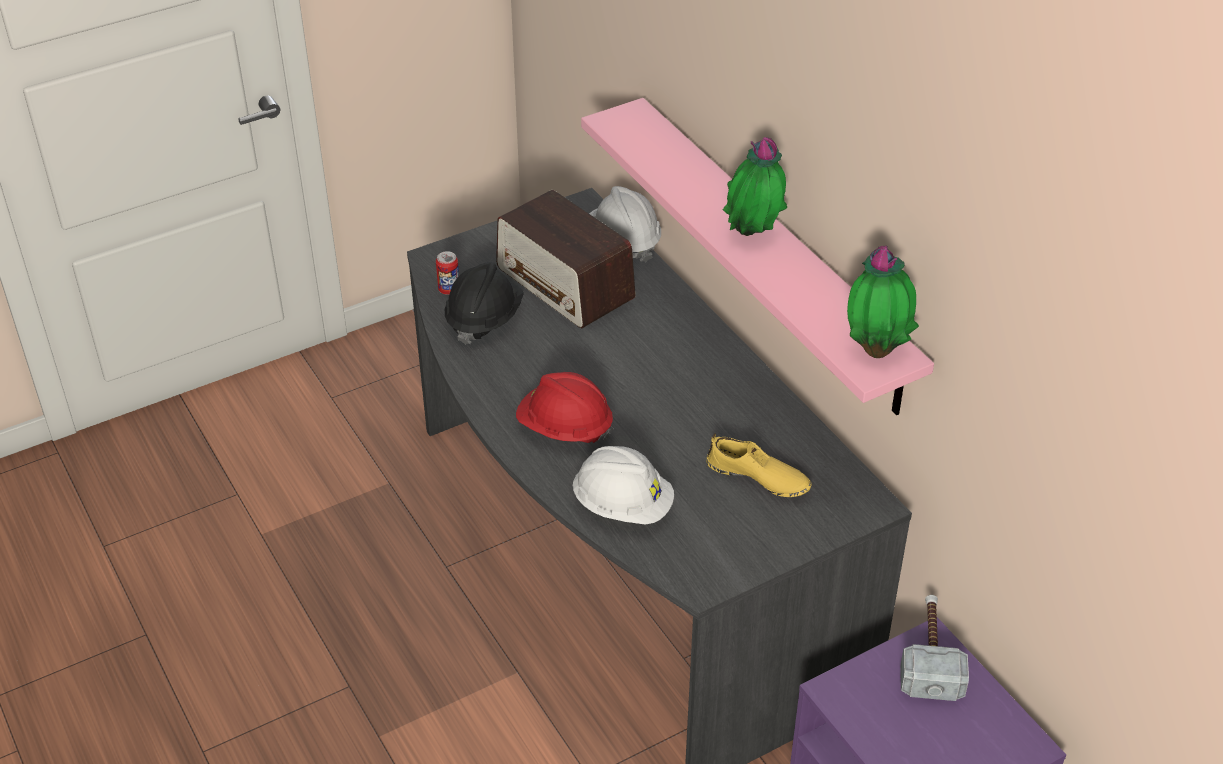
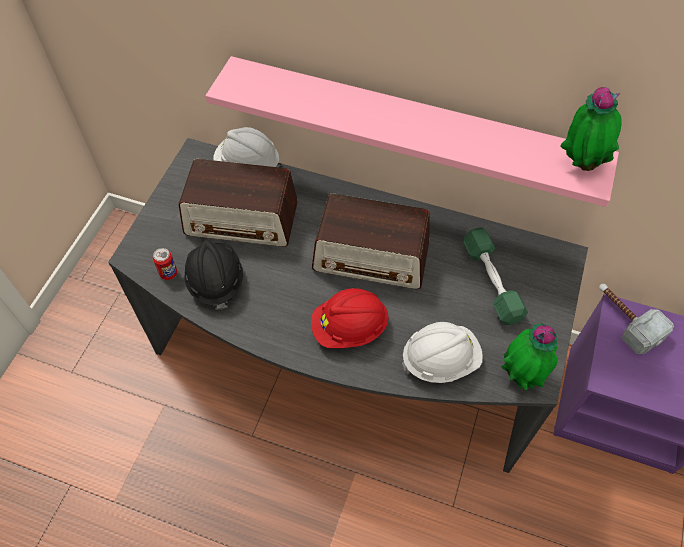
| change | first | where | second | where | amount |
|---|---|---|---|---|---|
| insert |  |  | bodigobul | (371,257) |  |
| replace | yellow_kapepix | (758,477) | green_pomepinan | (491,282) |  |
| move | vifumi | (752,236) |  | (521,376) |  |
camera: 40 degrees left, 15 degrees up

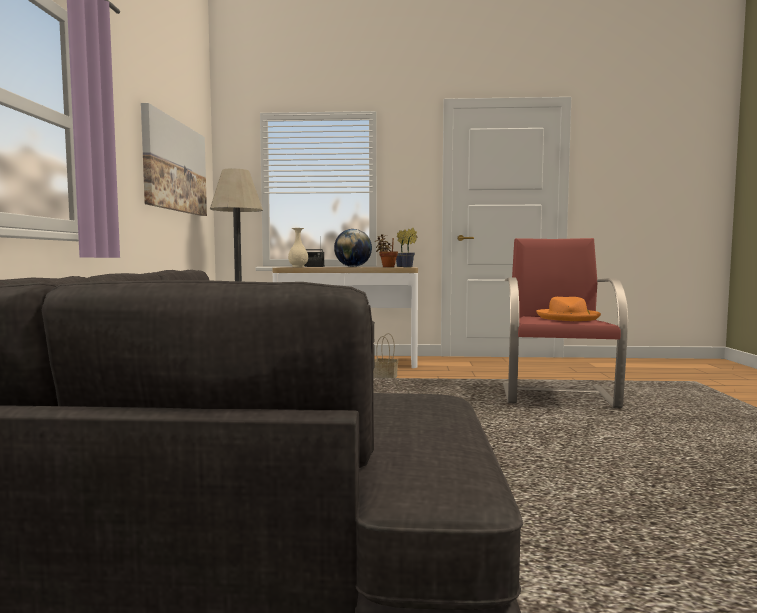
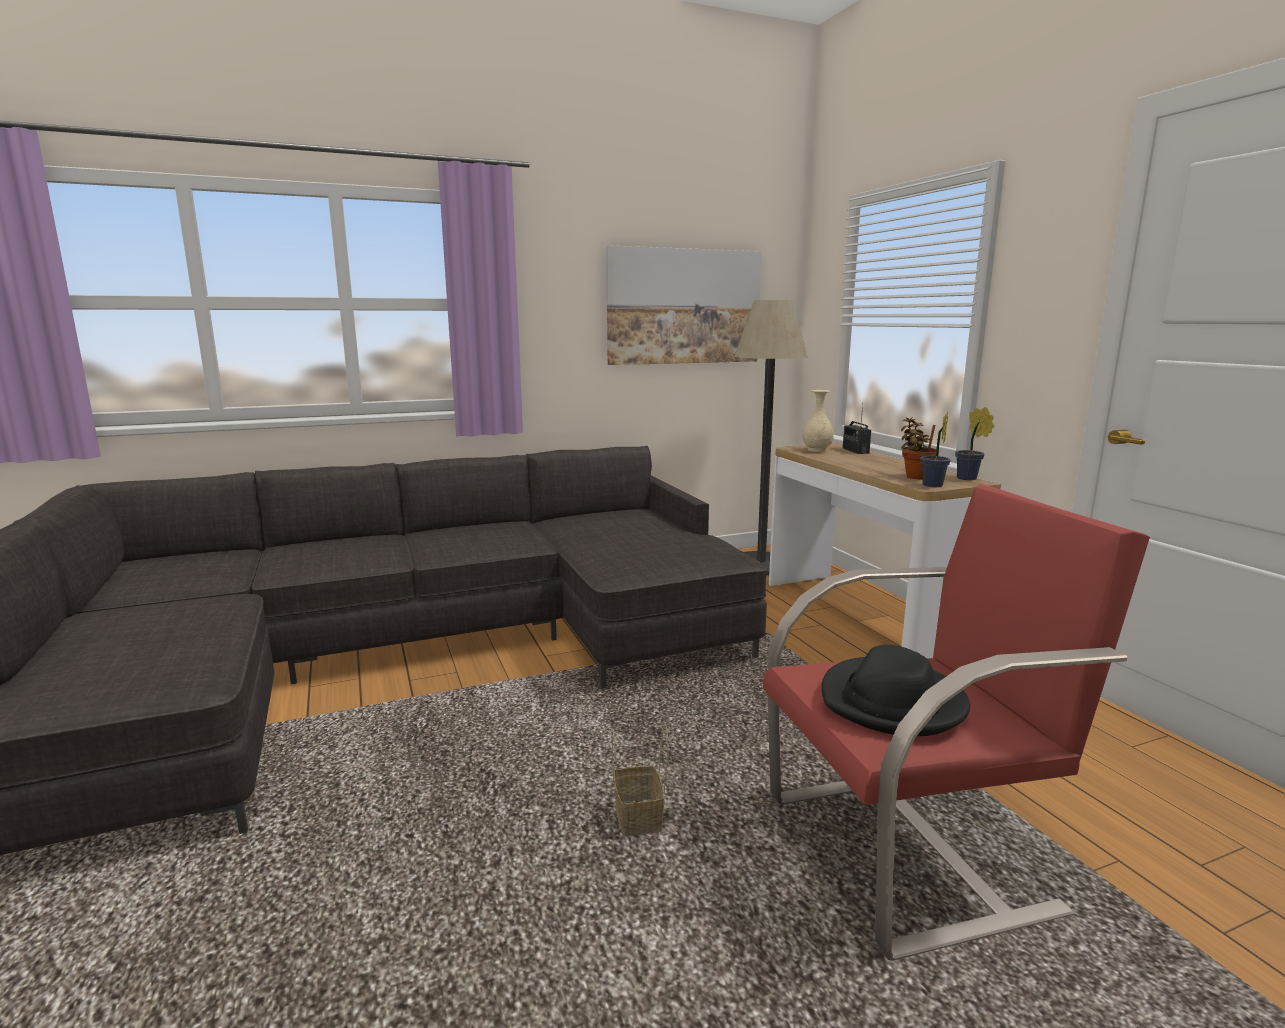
| change | first | where | second | where | amount |
|---|---|---|---|---|---|
| move | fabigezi | (386,376) |  | (640,820) |  |
| recolor | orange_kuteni | (568,318) | black_kuteni | (892,702) |  |
| delete | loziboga | (353,266) |  |  |  |
camera: 65 degrees right, 10 degrees up

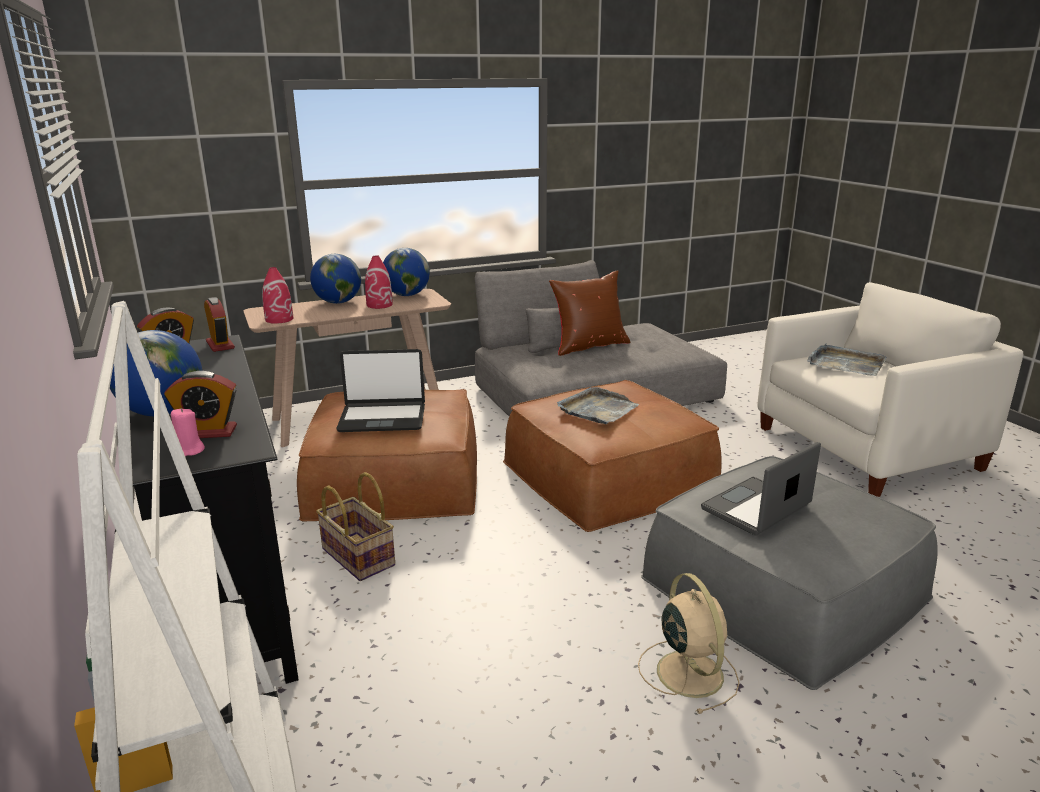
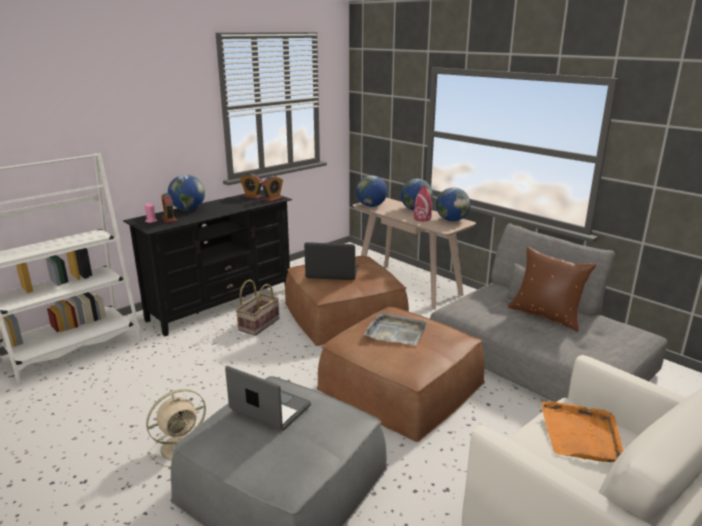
| change | first | where | second | where | amount |
|---|---|---|---|---|---|
| rotate | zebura | (382,418) |  | (332,273) | 120 degrees clockwise |
| replace | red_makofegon | (279,319) | loziboga | (371,206) |  |
| recolor | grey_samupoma | (845,364) | orange_samupoma | (581,434) |  |
camera: 70 degrees right, 0 degrees up

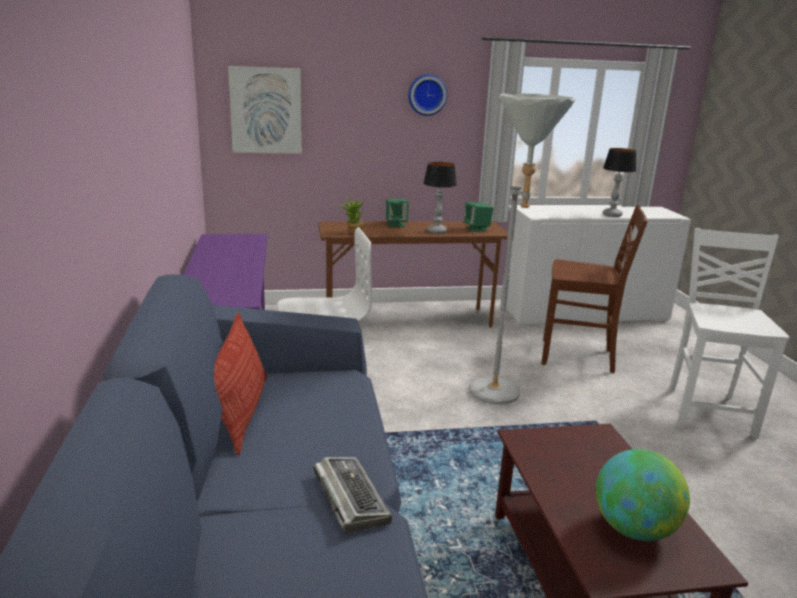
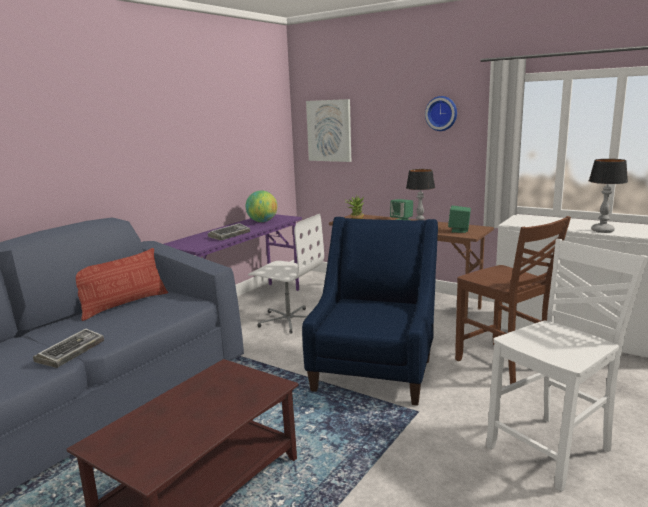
| change | first | where | second | where | amount |
|---|---|---|---|---|---|
| insert |  |  | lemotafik | (230,235) |  |
| move | loziboga | (634,529) |  | (262,221) |  |
| replace | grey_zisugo | (501,397) | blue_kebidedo | (375,370) |  |
camera: 45 degrees right, 5 degrees down

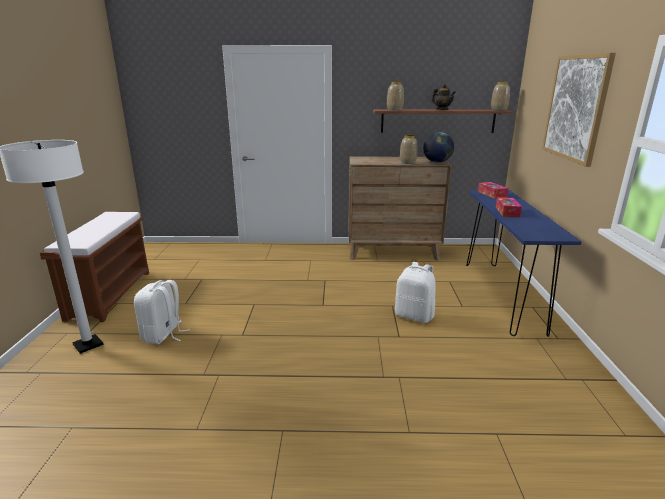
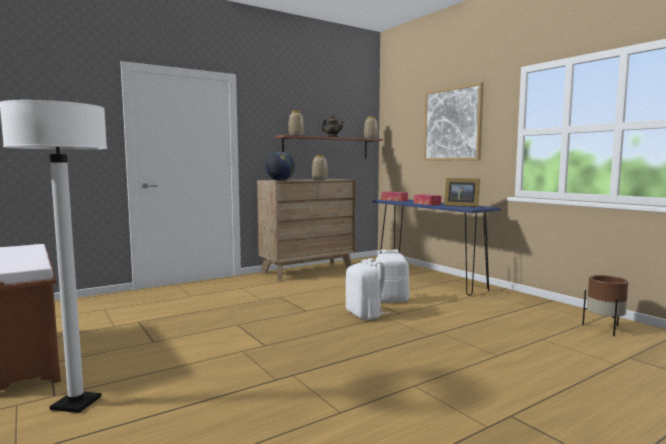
| change | first | where | second | where | amount |
|---|---|---|---|---|---|
| move | loziboga | (437,162) |  | (280,180) |  |
| move | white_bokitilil | (163,335) |  | (365,315) |  |
| insert |  |  | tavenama | (460,205) |  |
| insert |  |  | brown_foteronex | (605,328) |  |
camera: 35 degrees left, 15 degrees down

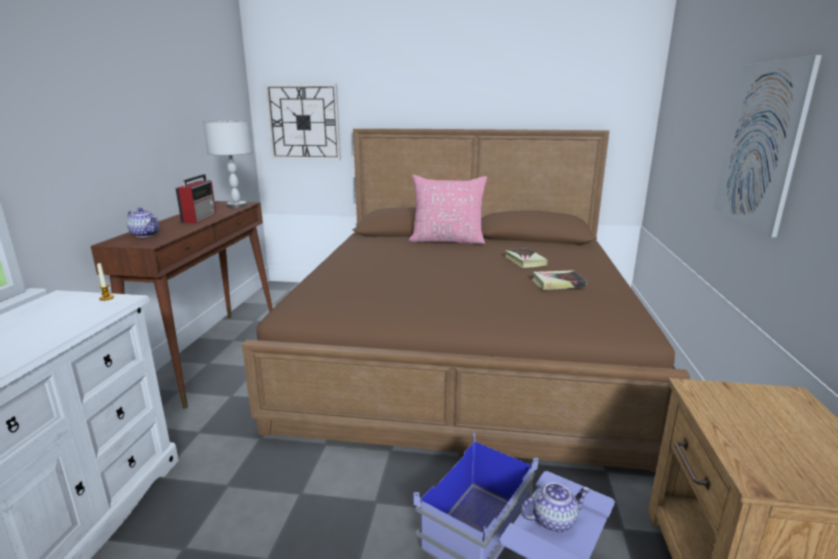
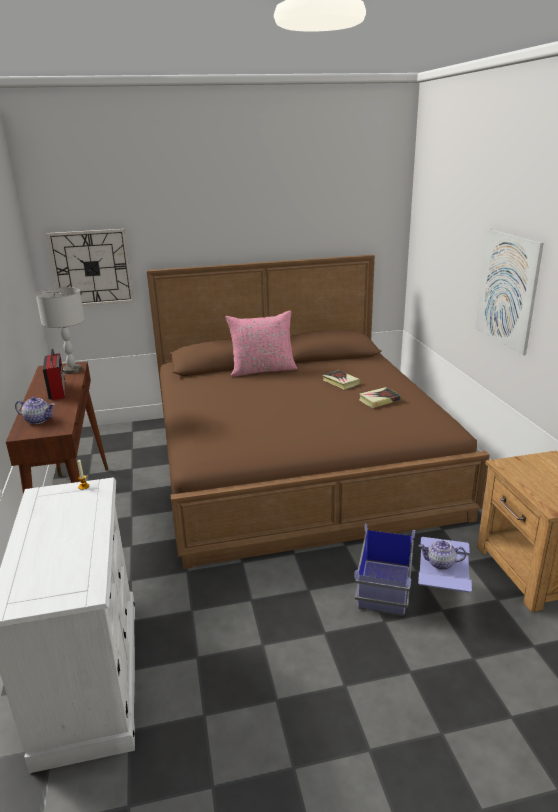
| change | first | where | second | where | amount |
|---|---|---|---|---|---|
| rotate | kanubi | (553,520) |  | (440,564) | 135 degrees counterclockwise |
camera: 20 degrees left, 5 degrees up

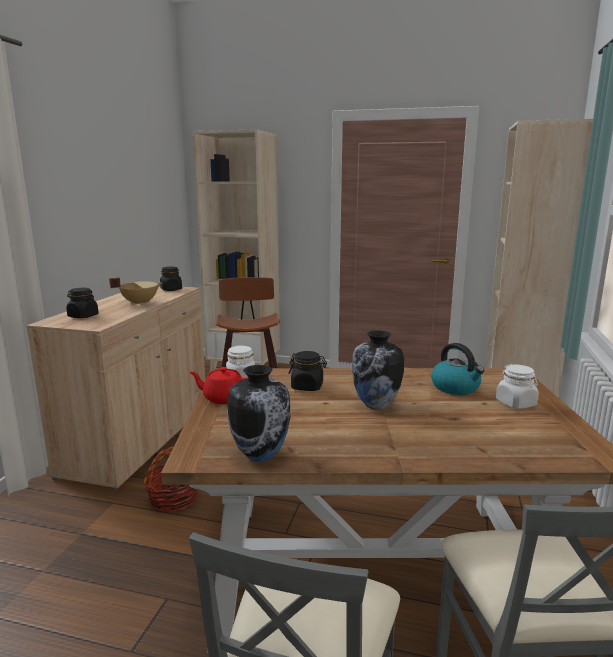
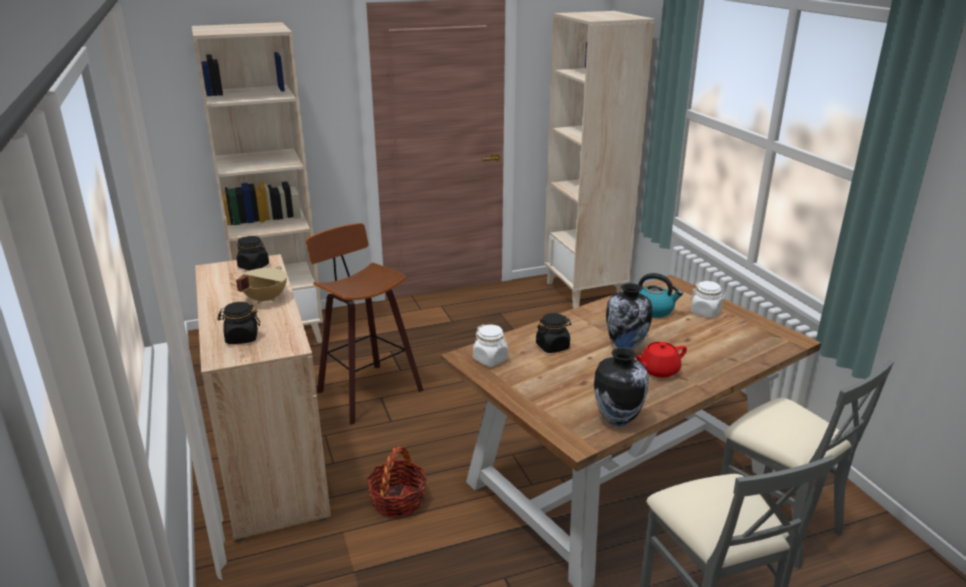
| change | first | where | second | where | amount |
|---|---|---|---|---|---|
| move | red_kanubi | (223,398) |  | (658,370) |  |
camera: 35 degrees left, 10 degrees up

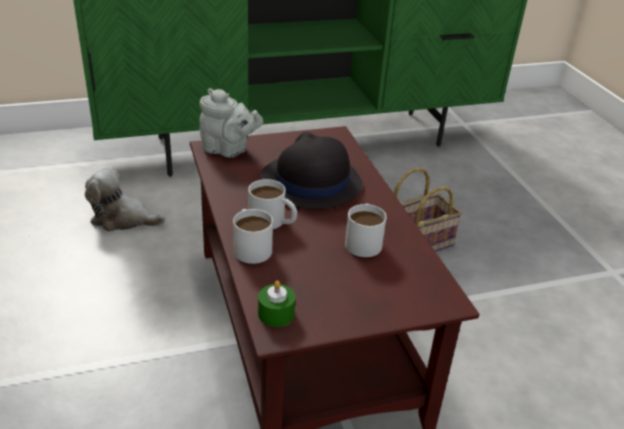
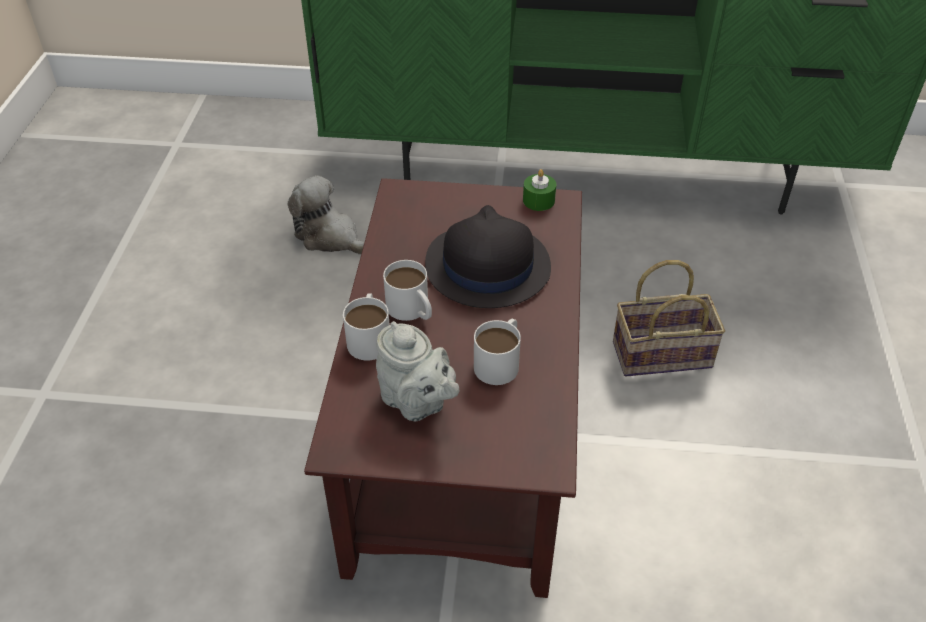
| change | first | where | second | where | amount |
|---|---|---|---|---|---|
| move | grey_kanubi | (228,150) |  | (416,403) |  |
| move | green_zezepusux | (276,314) |  | (538,200) |  |
camera: 25 degrees right, 10 degrees up

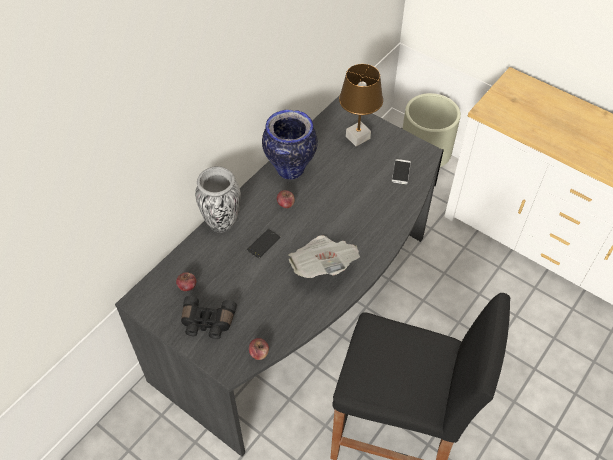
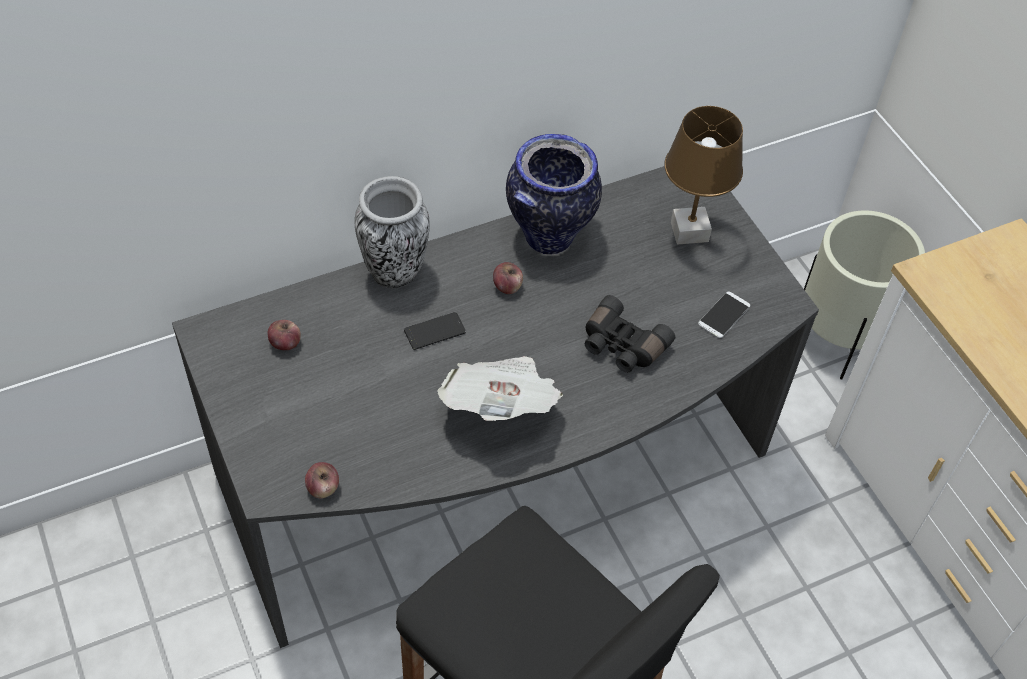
| change | first | where | second | where | amount |
|---|---|---|---|---|---|
| move | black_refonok | (207,323) |  | (621,346) |  |
camera: 25 degrees right, 0 degrees up

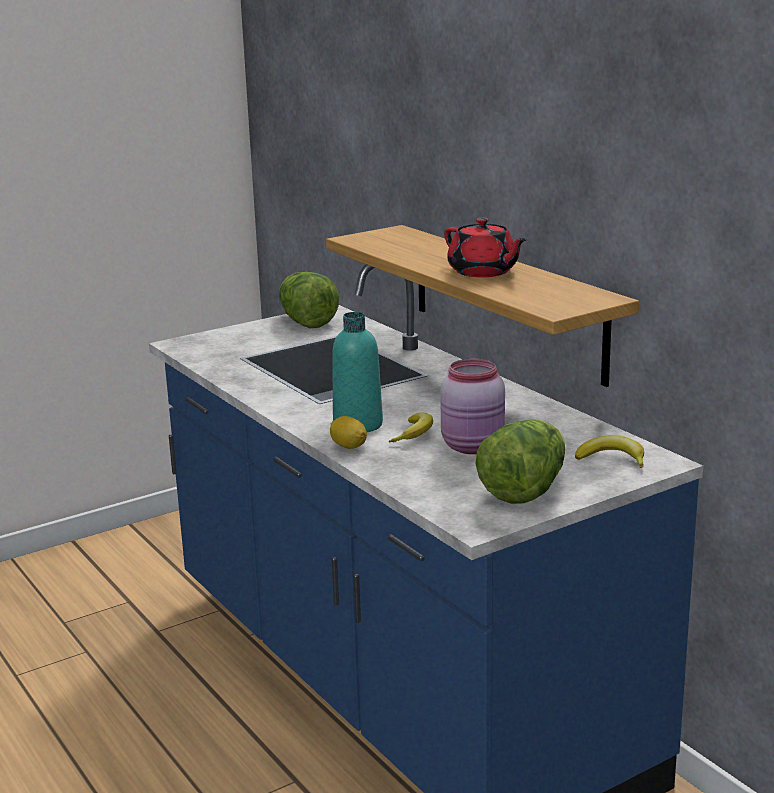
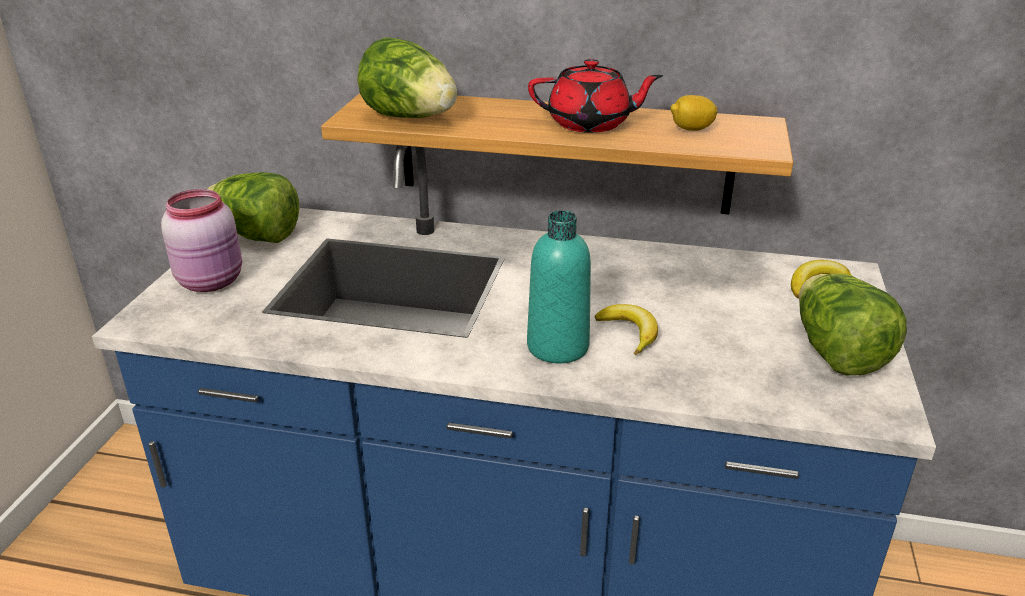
| change | first | where | second | where | amount |
|---|---|---|---|---|---|
| move | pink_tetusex | (474,446) |  | (212,281) |  |
| insert |  |  | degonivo | (411,118) |  |
| move | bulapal | (348,446) |  | (691,129) |  |
camera: 45 degrees left, 10 degrees up

